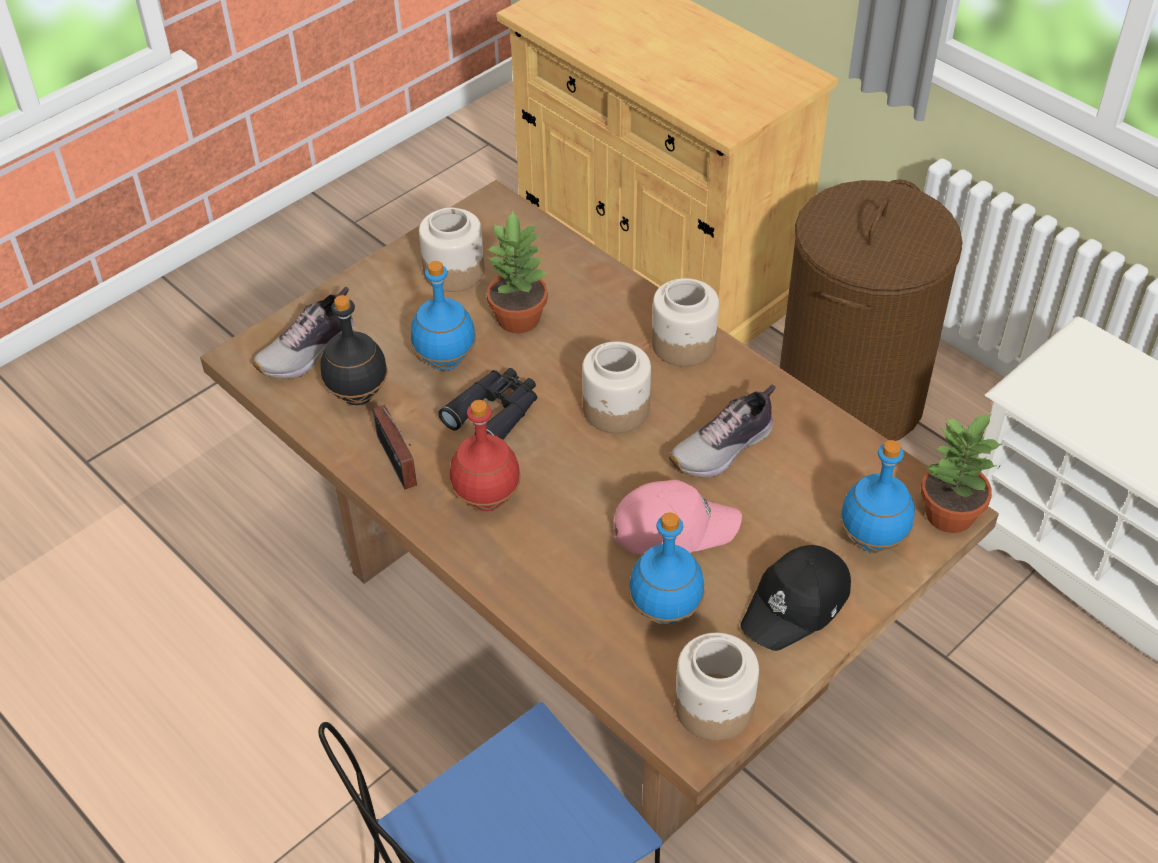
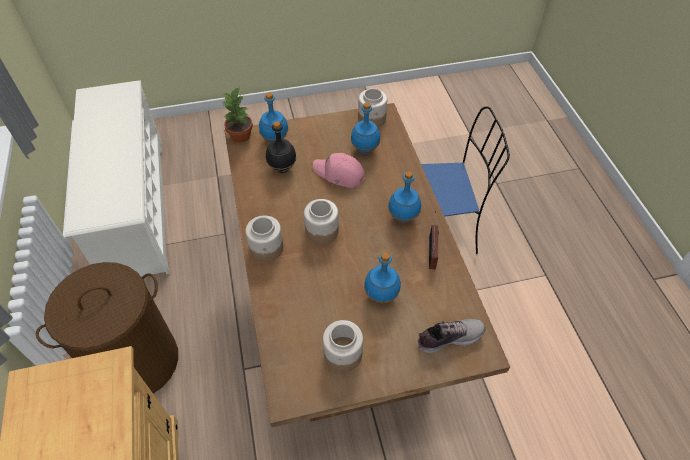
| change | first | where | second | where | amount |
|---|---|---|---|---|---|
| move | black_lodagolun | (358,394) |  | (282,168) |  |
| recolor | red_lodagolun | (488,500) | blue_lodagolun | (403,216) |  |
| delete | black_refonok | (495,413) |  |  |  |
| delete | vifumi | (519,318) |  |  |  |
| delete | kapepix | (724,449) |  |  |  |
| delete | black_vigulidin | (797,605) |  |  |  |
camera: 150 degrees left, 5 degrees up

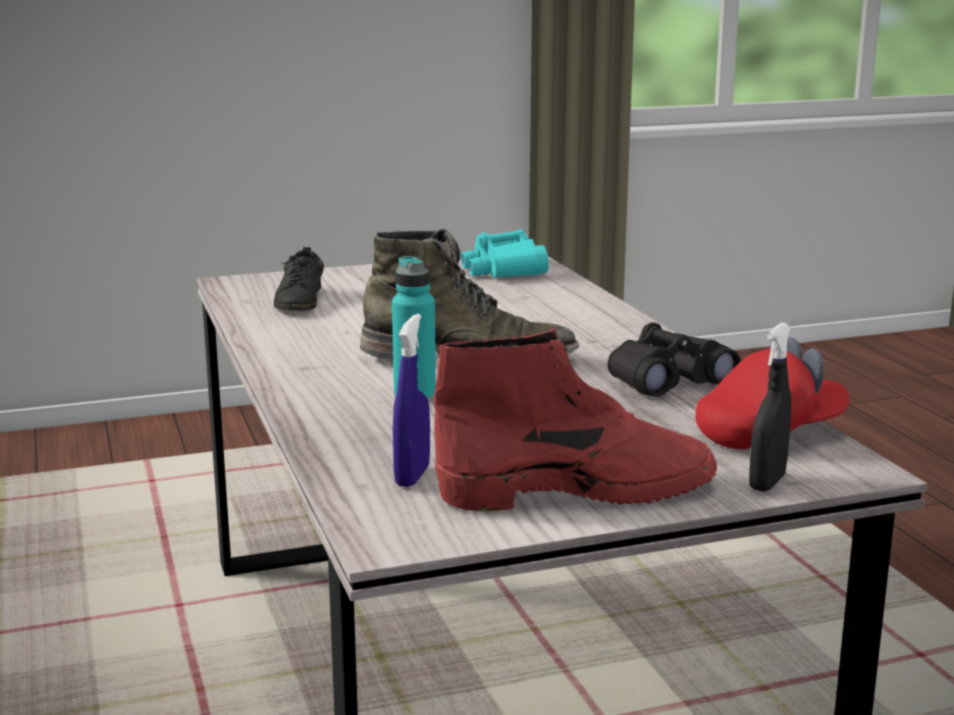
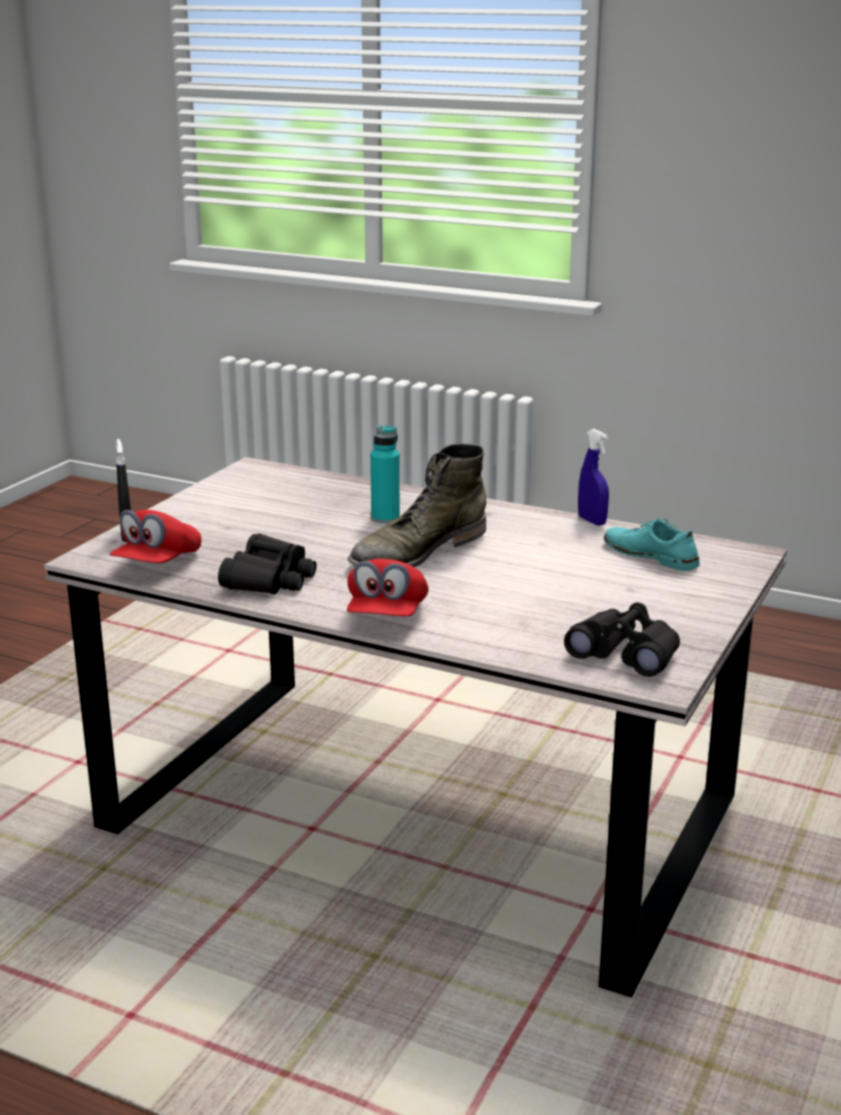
| change | first | where | second | where | amount |
|---|---|---|---|---|---|
| insert |  |  | red_vigulidin | (387,616) |  |
| recolor | turquoise_refonok | (504,270) | black_refonok | (626,654) |  |
| move | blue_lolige | (412,476) |  | (592,521) |  |
| recolor | black_kapepix | (300,300) | turquoise_kapepix | (650,555) |  |
| delete | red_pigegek | (579,491) |  |  |  |
camera: 135 degrees right, 5 degrees up

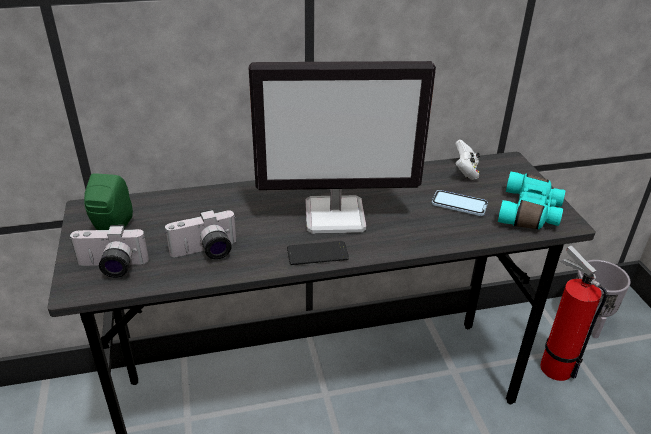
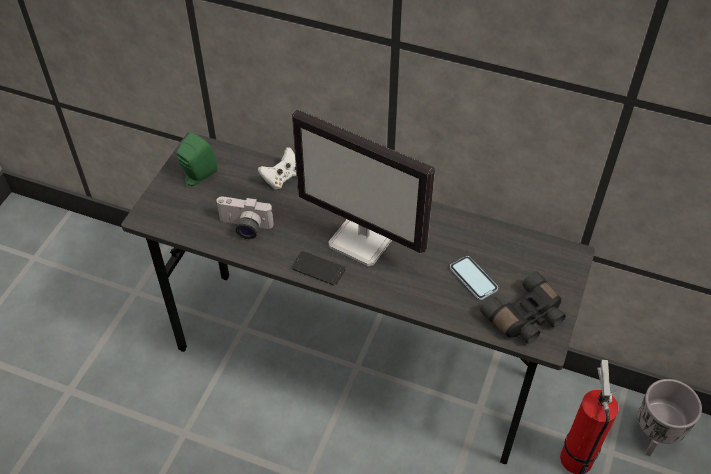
| change | first | where | second | where | amount |
|---|---|---|---|---|---|
| move | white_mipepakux | (465,172) |  | (281,178) |  |
| recolor | turquoise_refonok | (530,213) | black_refonok | (526,318) |  |
| delete | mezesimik | (111,267) |  |  |  |
camera: 35 degrees right, 15 degrees up

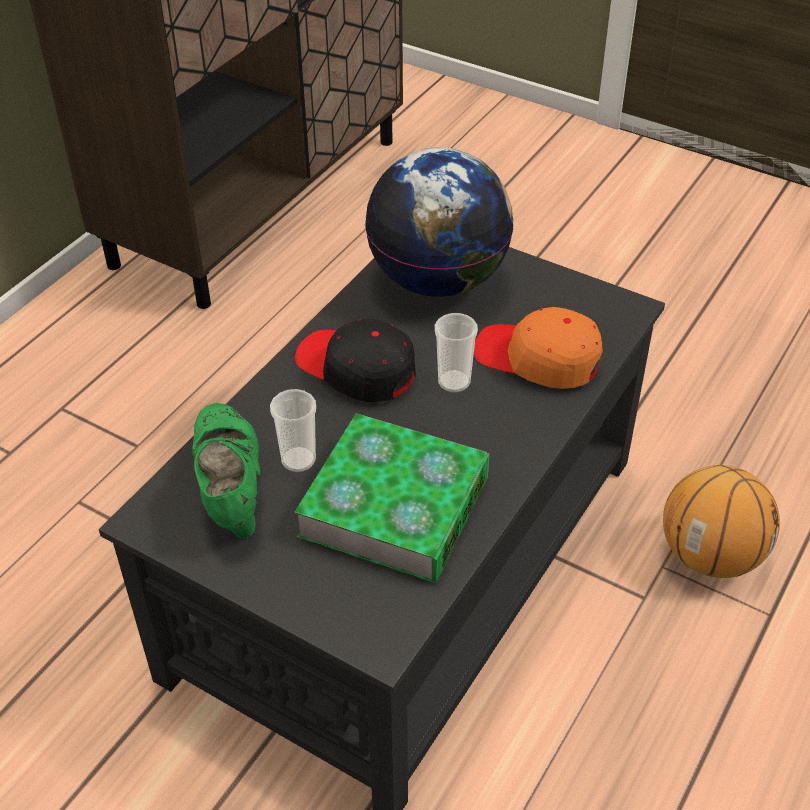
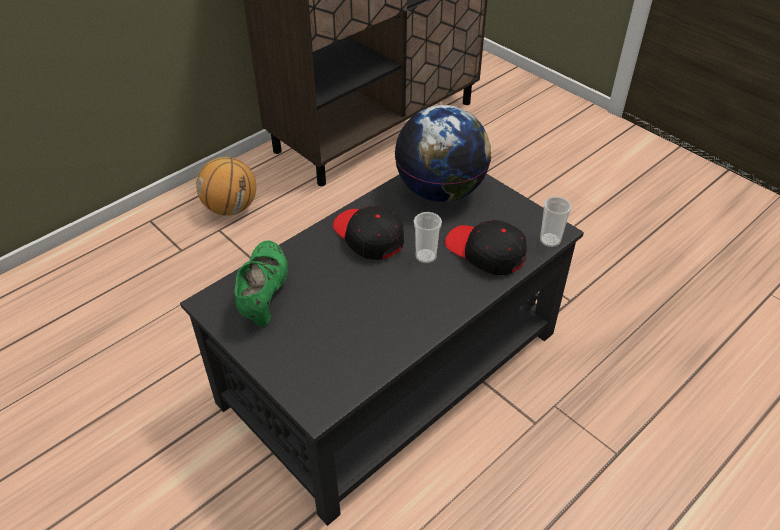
| change | first | where | second | where | amount |
|---|---|---|---|---|---|
| move | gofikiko | (710,555) |  | (231,208) |  |
| recolor | orange_vigulidin | (538,358) | black_vigulidin | (485,252) |  |
| move | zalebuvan | (298,460) |  | (550,240) |  |
| delete | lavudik | (395,507) |  |  |  |
camera: 15 degrees right, 0 degrees up

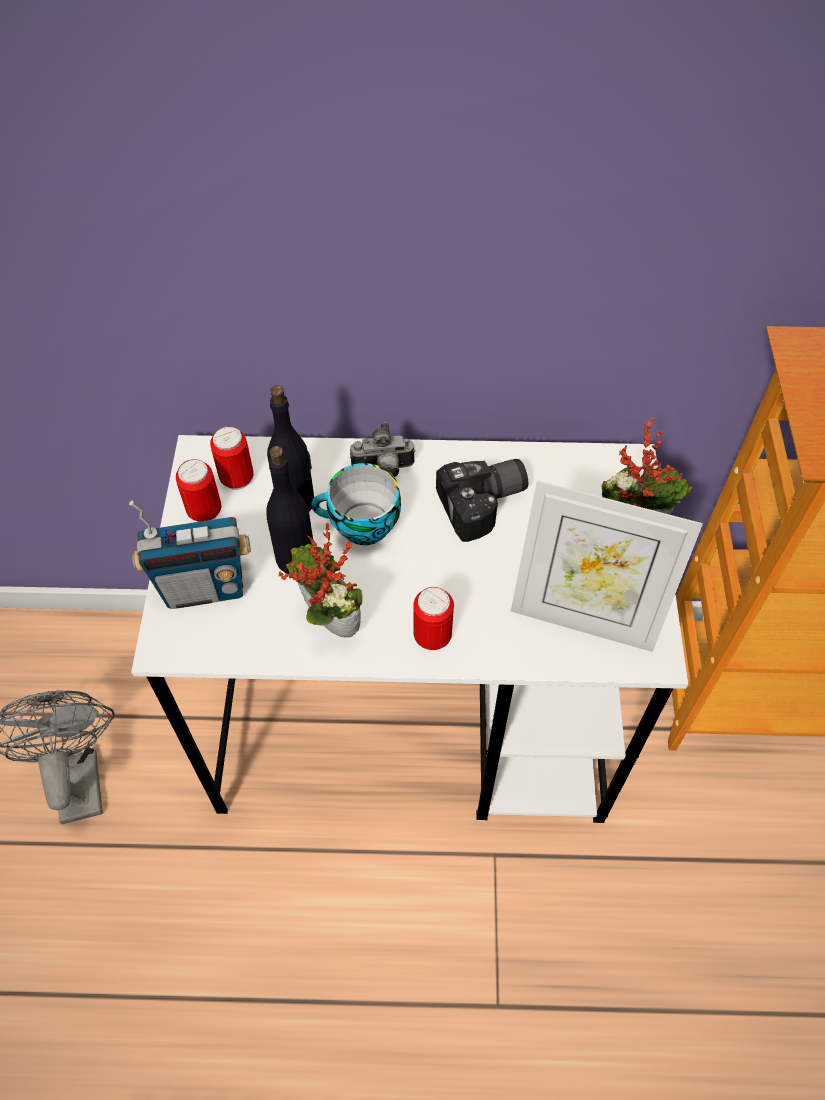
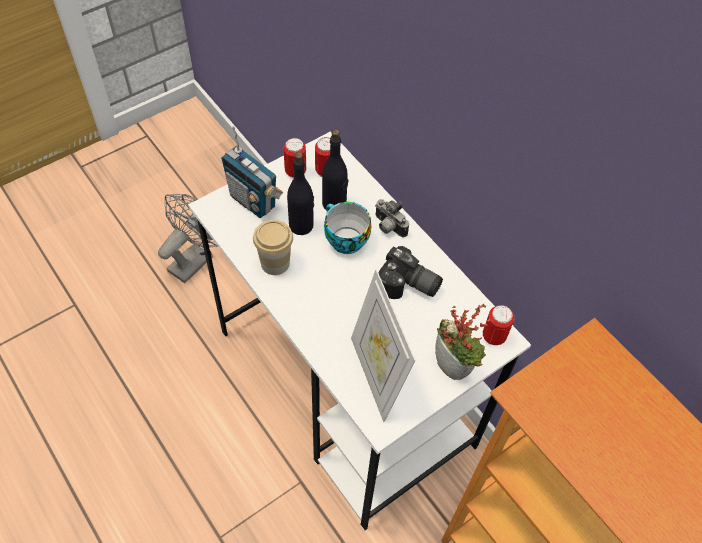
| change | first | where | second | where | amount |
|---|---|---|---|---|---|
| replace | vifumi | (327,624) | zalebuvan | (275,263) |  |
| move | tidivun | (432,637) |  | (493,336) |  |
camera: 50 degrees right, 0 degrees up

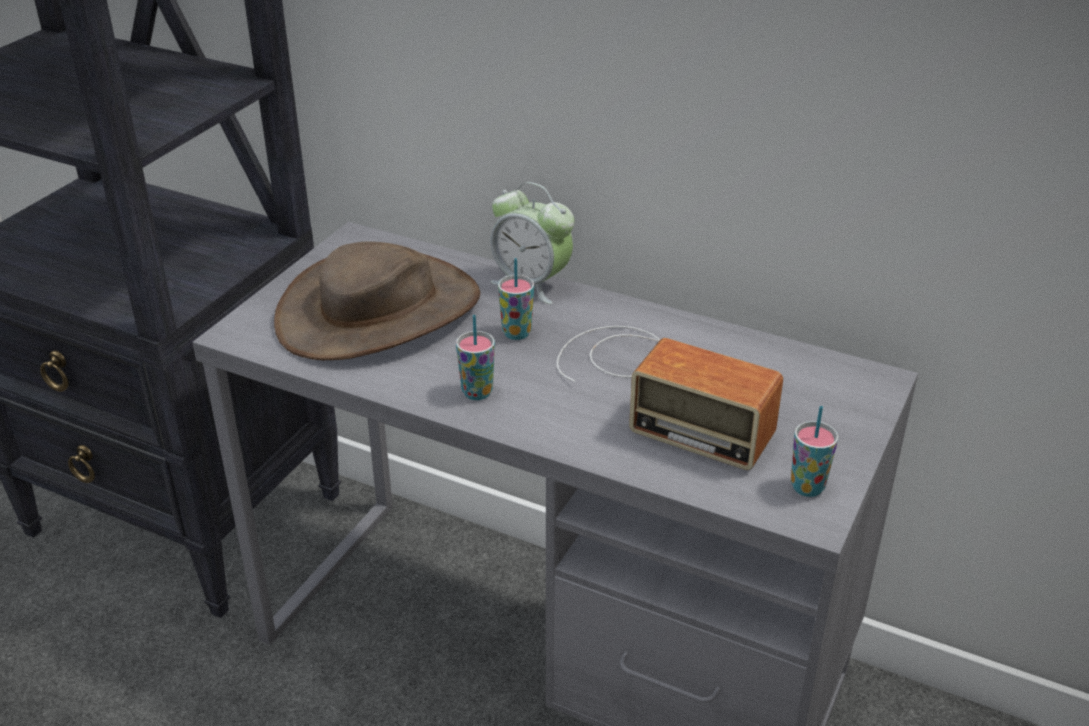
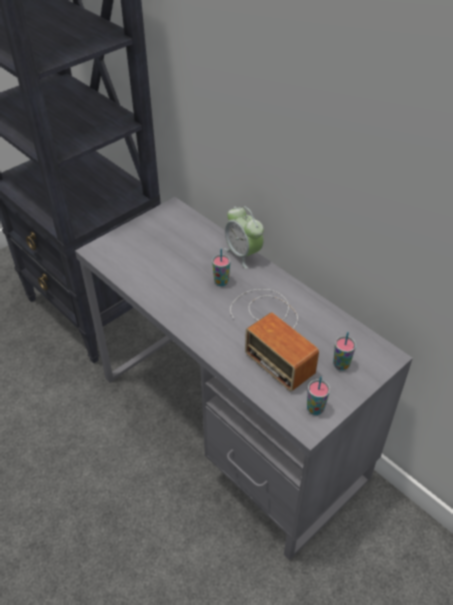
| change | first | where | second | where | amount |
|---|---|---|---|---|---|
| move | zalebuvan | (477,392) |  | (341,365) |  |
| delete | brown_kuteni | (379,311) |  |  |  |
camera: 20 degrees right, 10 degrees up

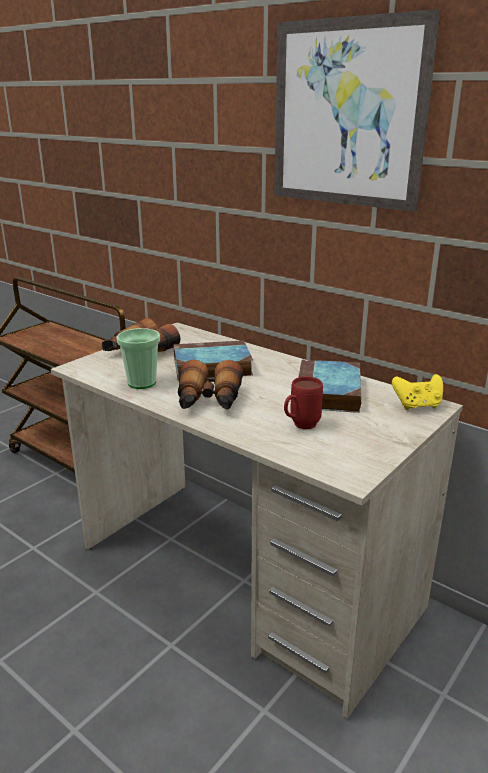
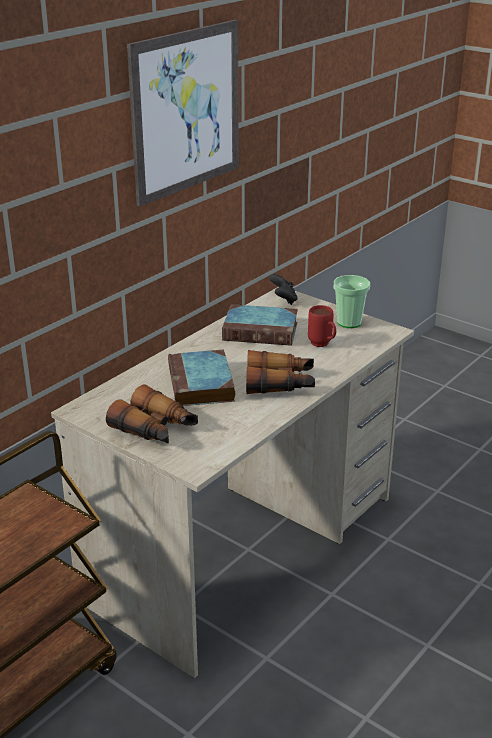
| change | first | where | second | where | amount |
|---|---|---|---|---|---|
| recolor | yellow_mipepakux | (417,406) | black_mipepakux | (283,300) |  |
| move | zalebuvan | (141,383) |  | (349,322) |  |
camera: 90 degrees left, 5 degrees up

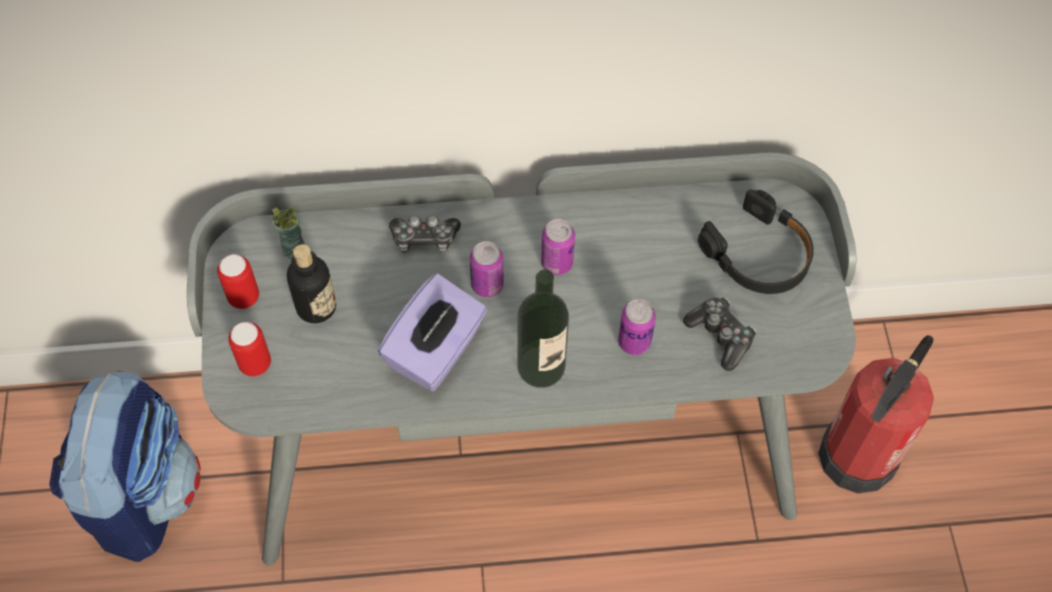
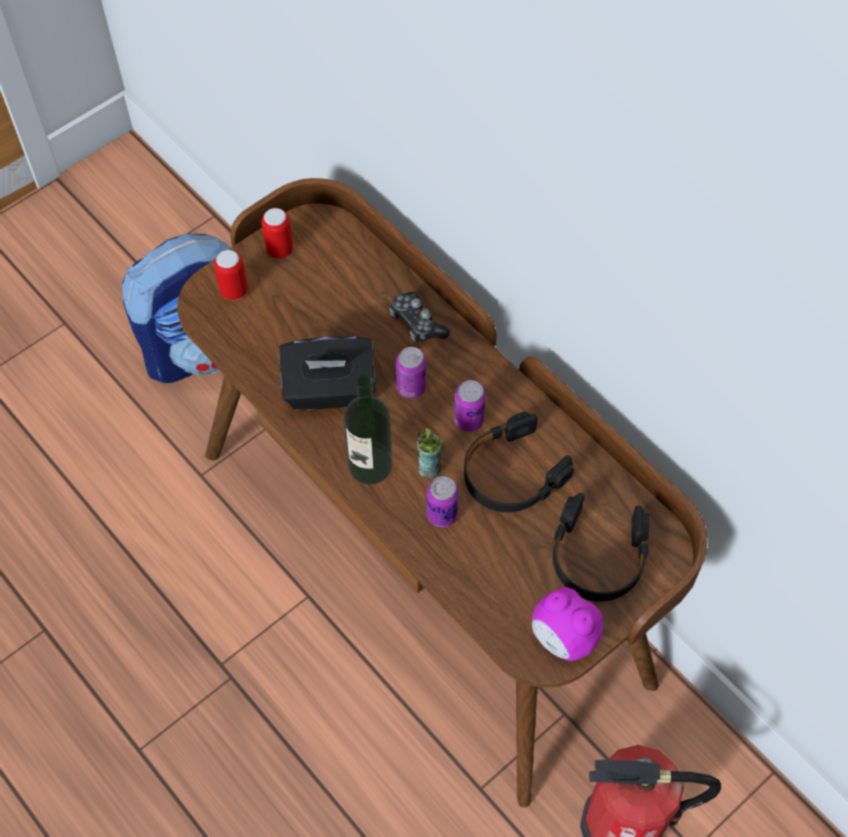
| change | first | where | second | where | amount |
|---|---|---|---|---|---|
| recolor | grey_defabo | (523,446) | brown_defabo | (425,561) |  |
| recolor | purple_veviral | (436,351) | black_veviral | (329,391) |  |
| move | zalebuvan | (293,248) |  | (429,468) |  |
| insert |  |  | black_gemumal | (512,473) |  |
| insert |  |  | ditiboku | (563,639) |  |
| delete | lodagolun | (316,307) |  |  |  |
| delete | mipepakux | (720,336) |  |  |  |
camera: 55 degrees right, 0 degrees up

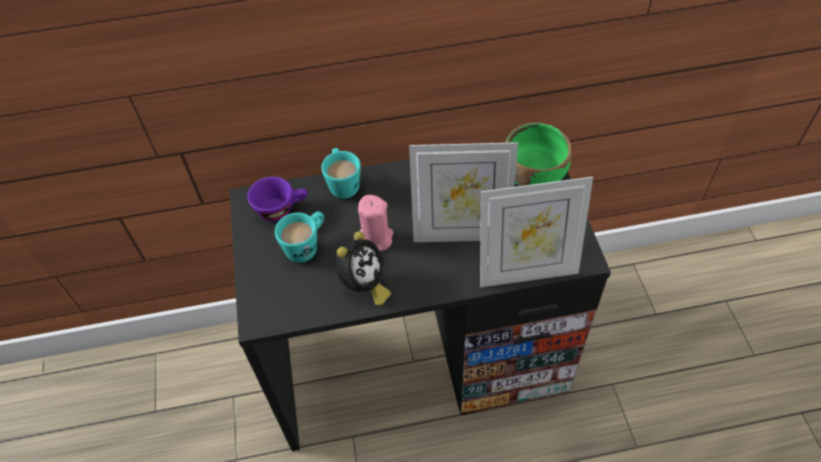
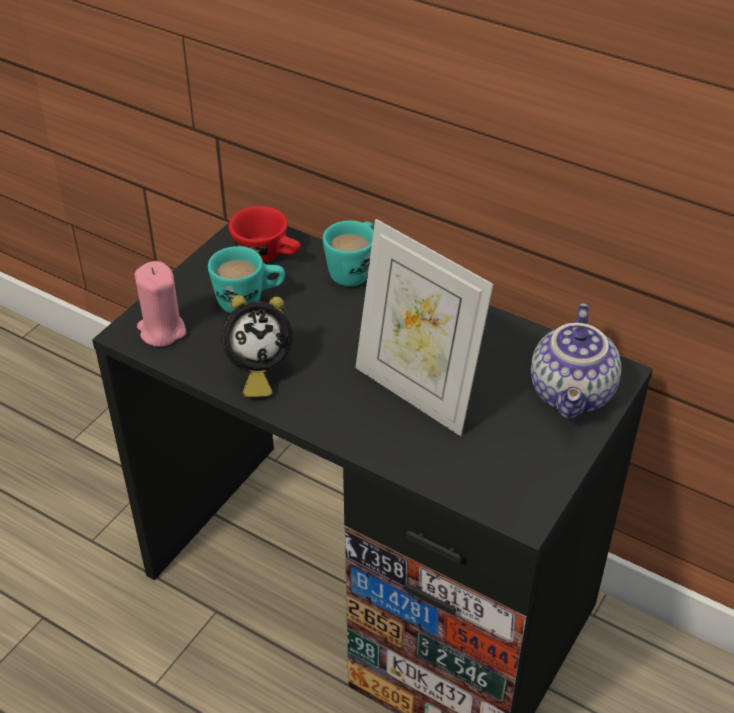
| change | first | where | second | where | amount |
|---|---|---|---|---|---|
| move | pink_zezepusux | (375,238) |  | (162,331) |  |
| recolor | purple_zalebuvan | (281,209) | red_zalebuvan | (268,255) |  |
| replace | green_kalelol | (534,176) | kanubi | (573,394) |  |
| delete | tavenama | (527,271) |  |  |  |
camera: 40 degrees right, 10 degrees down

